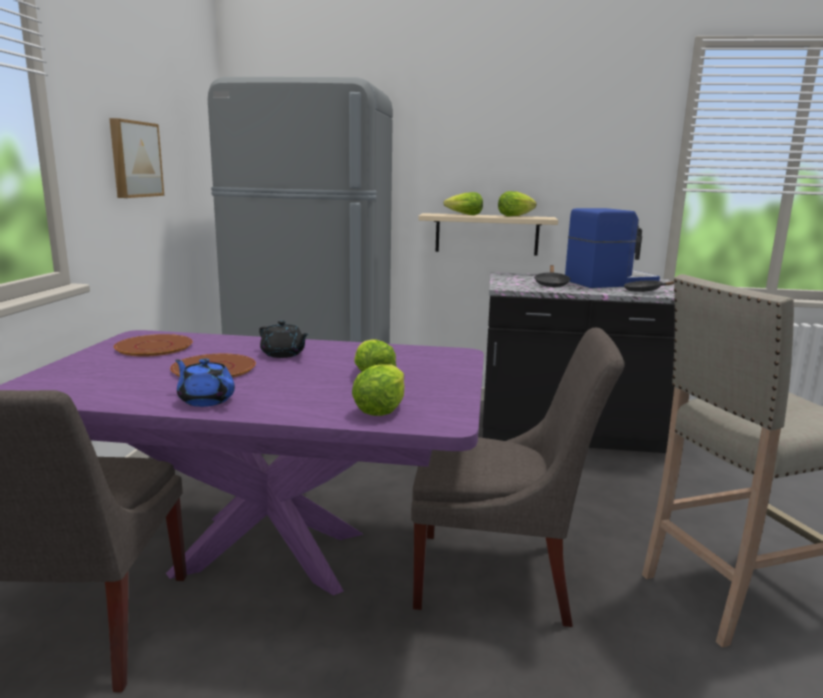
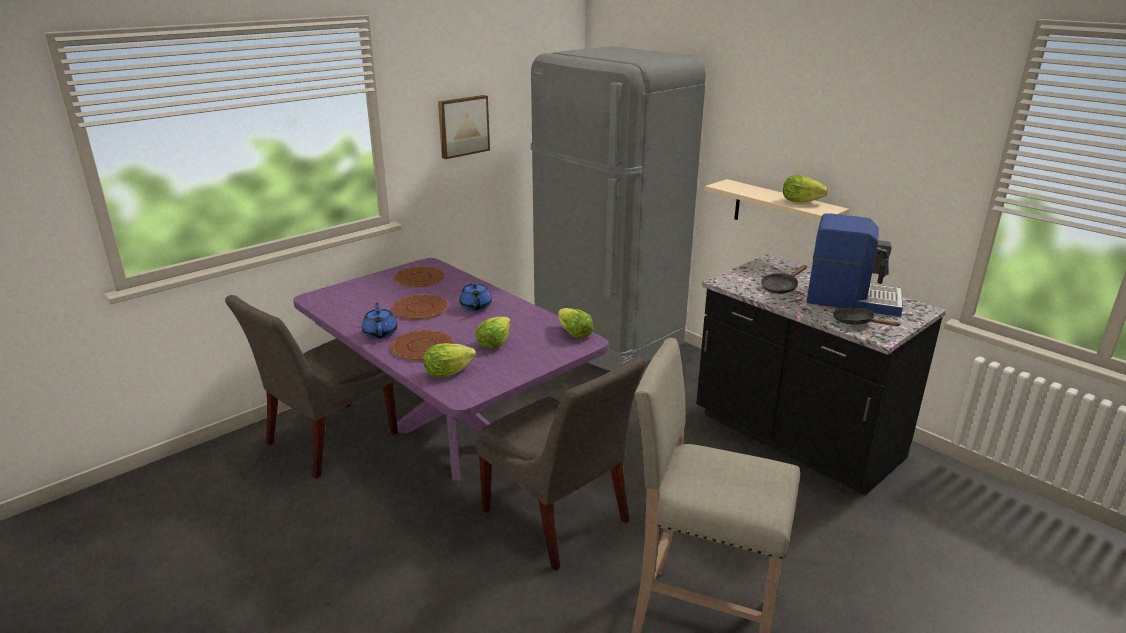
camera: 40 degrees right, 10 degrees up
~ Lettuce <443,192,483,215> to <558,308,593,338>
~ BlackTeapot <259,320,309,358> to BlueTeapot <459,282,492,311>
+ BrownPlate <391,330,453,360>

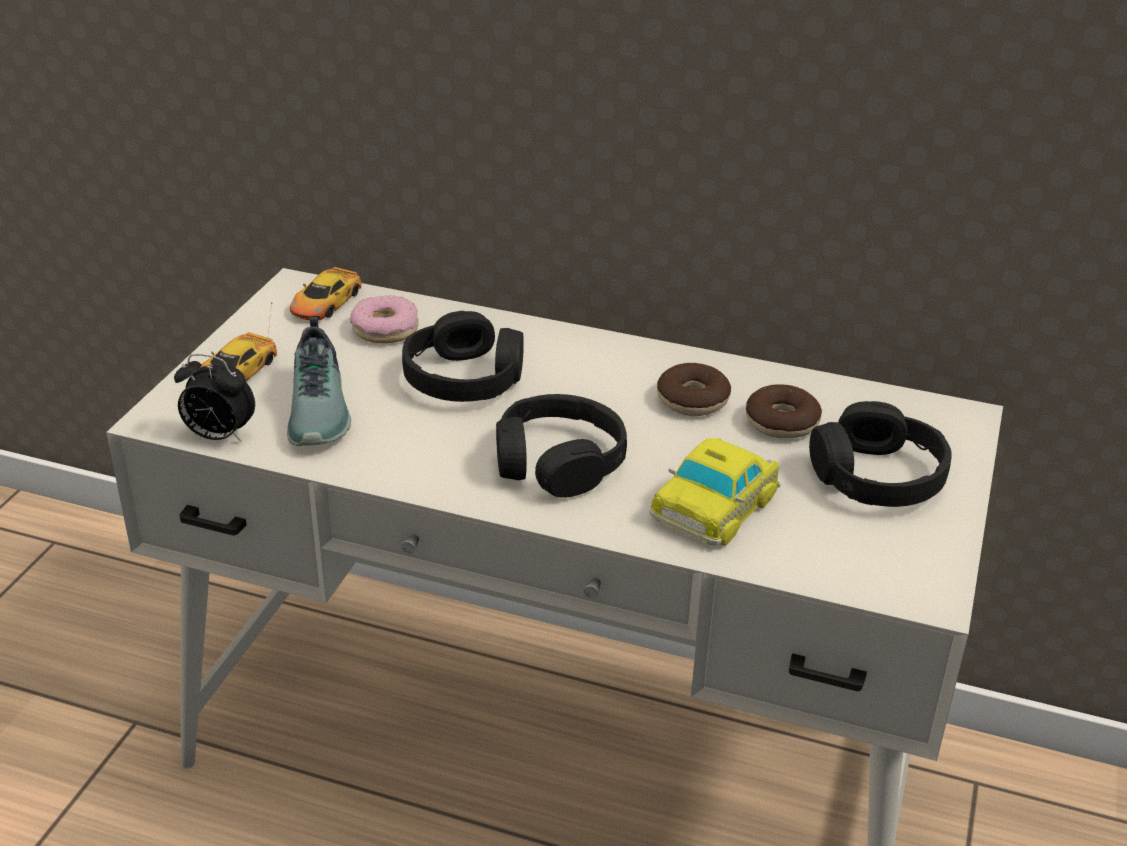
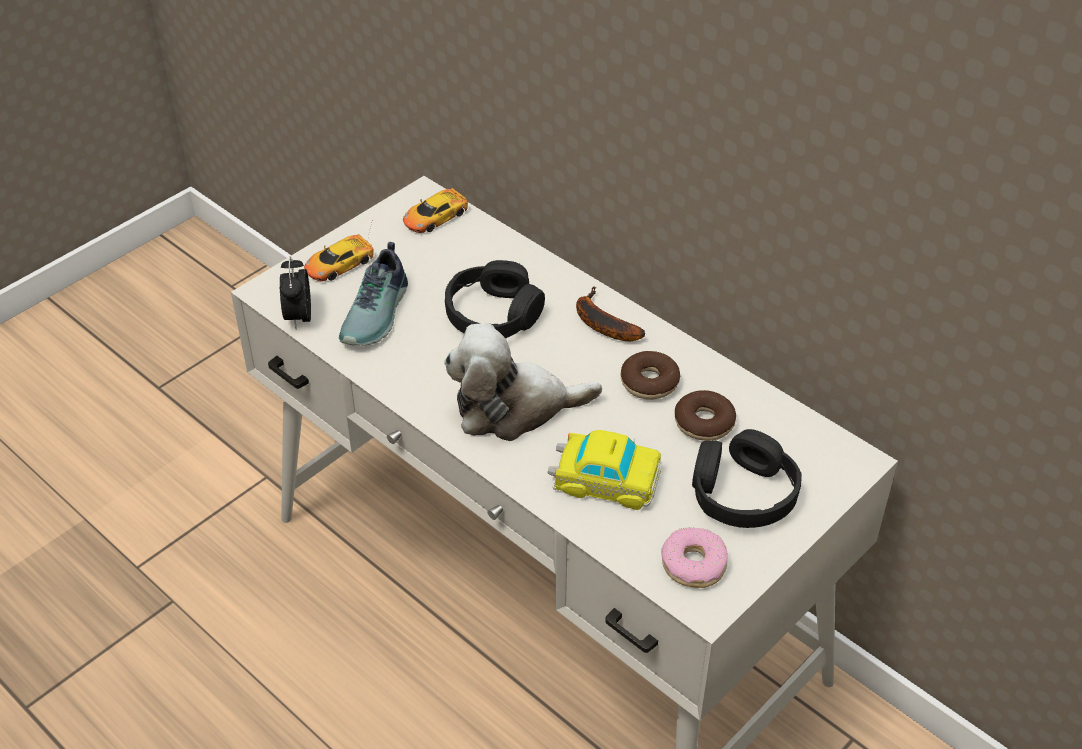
camera: 25 degrees right, 10 degrees up
~ Donut <350,295,419,343> to <661,528,728,588>
~ AlarmClock <174,354,255,442> = <280,256,311,329> 45 degrees clockwise
~ BlackHeadphones <496,394,627,498> to PlushToy <444,323,602,441>
~ ToyCar <649,437,781,546> = <548,430,662,510> 135 degrees counterclockwise
+ Banana <576,286,645,341>

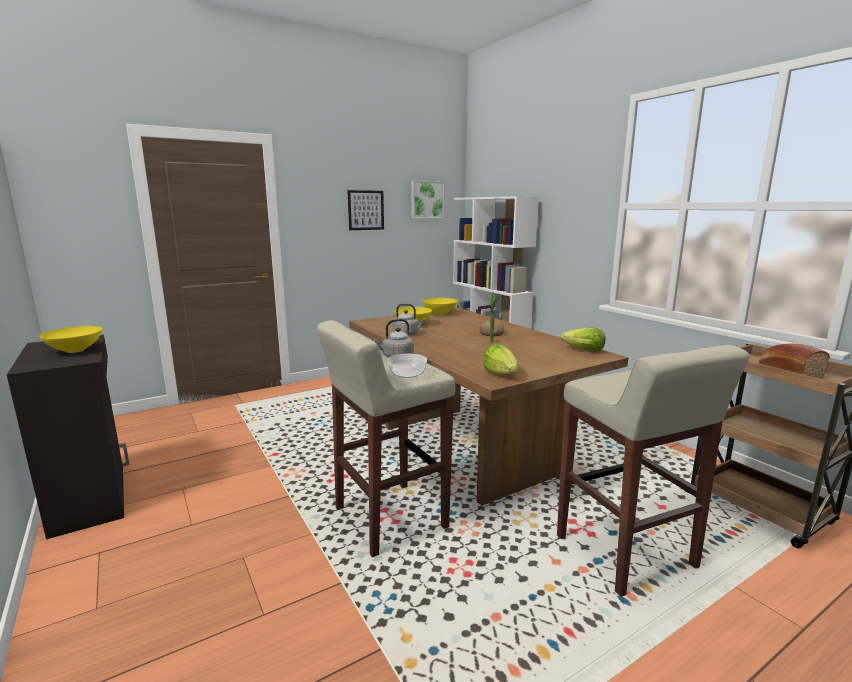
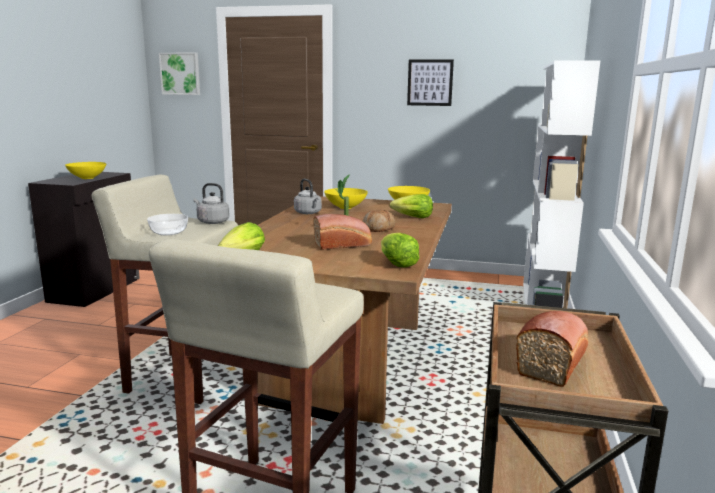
camera: 45 degrees right, 0 degrees up
~ Picture <411,181,444,219> to <159,53,200,95>
+ Lettuce <390,194,433,218>
+ Bread <313,214,372,250>

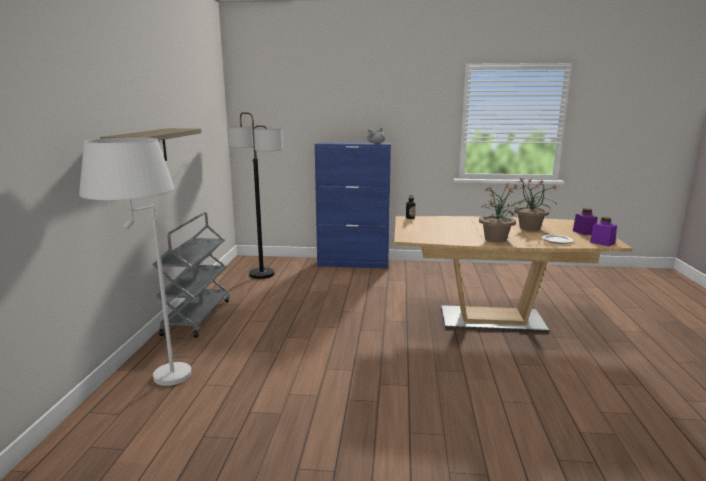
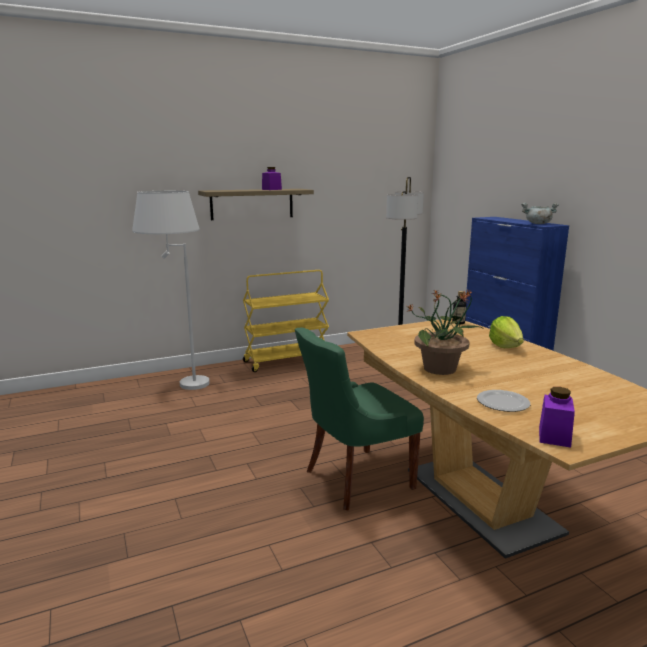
camera: 60 degrees right, 0 degrees up
- PottedPlant <511,178,557,231>
~ PurpleJar <573,208,598,235> to <262,167,282,190>
~ GreyCart <153,212,230,338> to YellowCart <243,270,329,372>
+ Lettuce <489,316,524,348>
+ GreenChair <295,328,424,510>

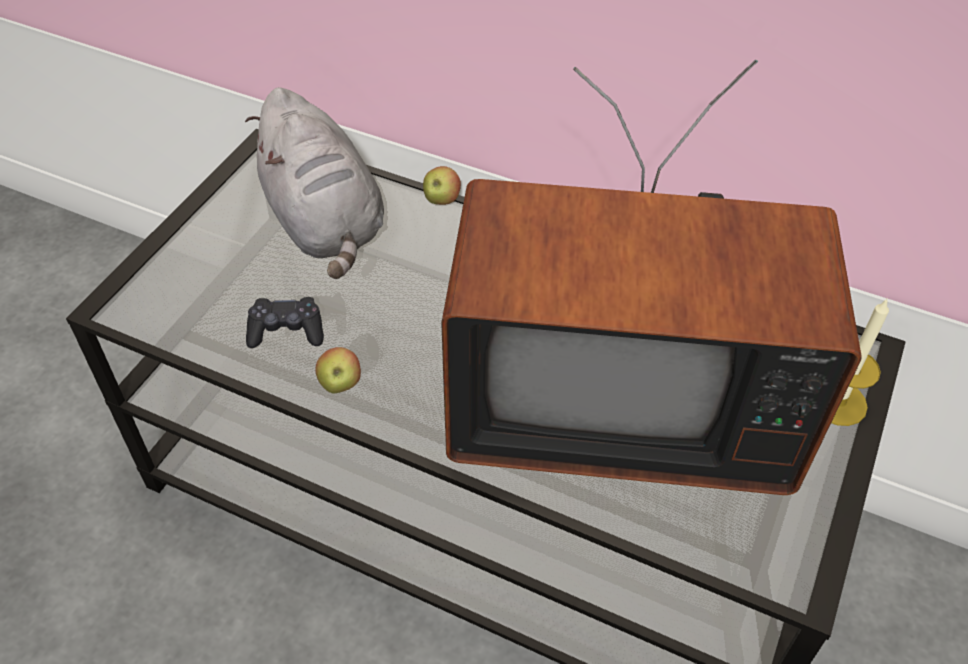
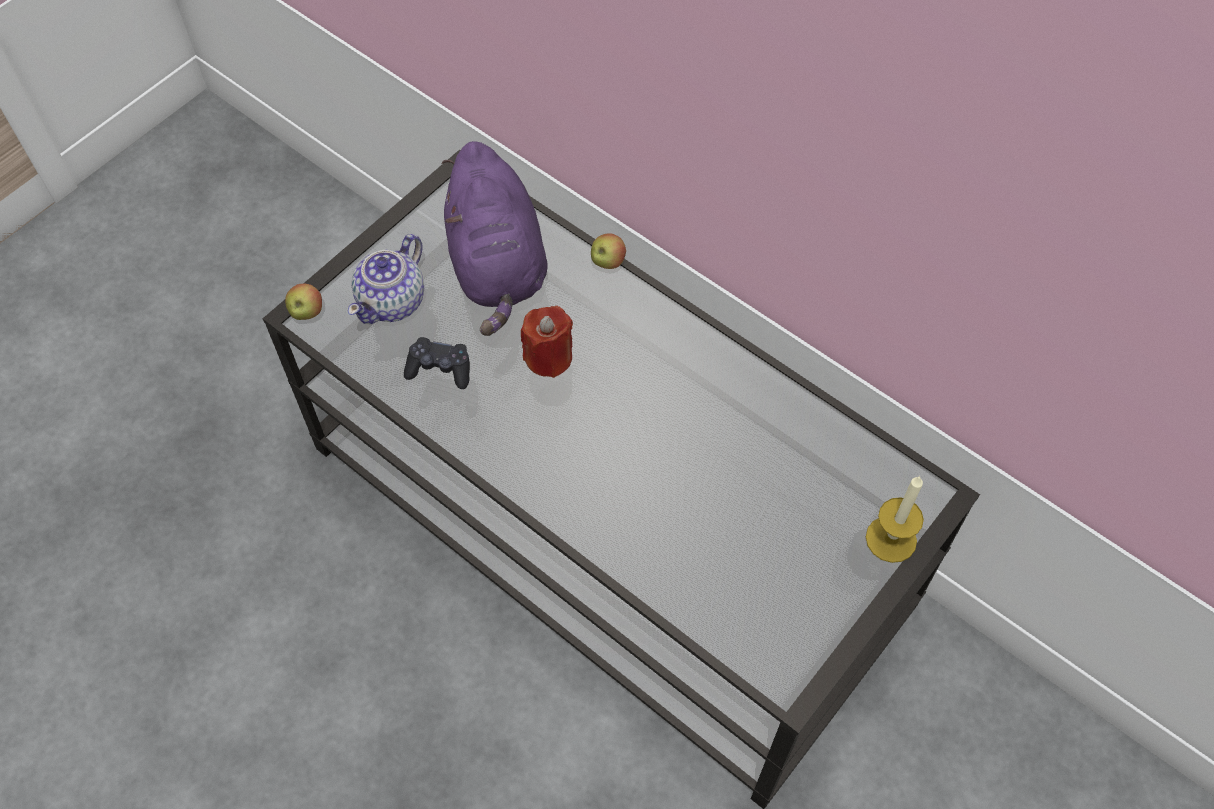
camera: 15 degrees right, 10 degrees up
- Television <441,60,862,495>
~ GreyPlushToy <245,87,384,279> to PurplePlushToy <441,141,548,336>
~ Apple <315,347,361,393> to <285,284,322,320>
+ Teapot <348,234,424,324>
+ RedCandle <521,306,573,378>

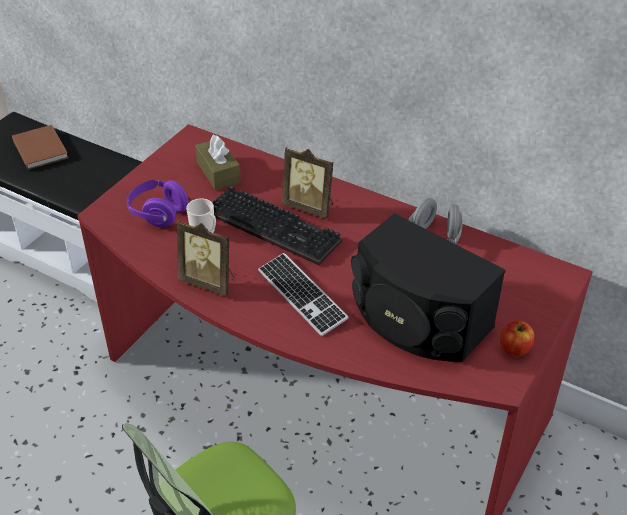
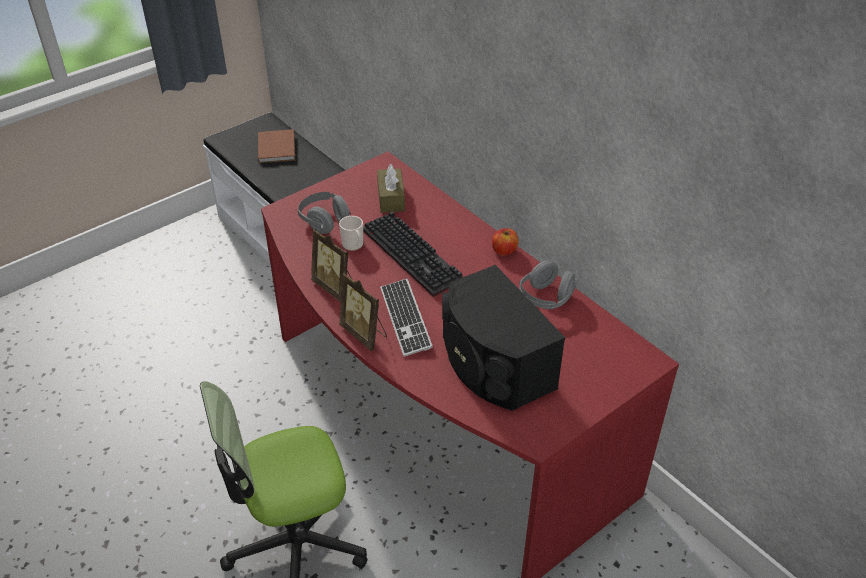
camera: 20 degrees right, 0 degrees up
~ PictureFrame <282,147,333,219> to <339,272,387,351>
~ PurpleHeadphones <127,180,190,228> to GreyHeadphones <298,192,351,234>
~ Apple <500,320,534,357> to <492,228,519,255>

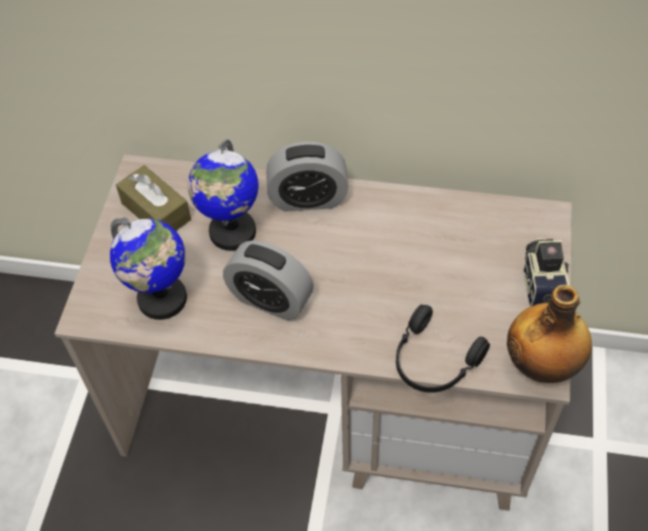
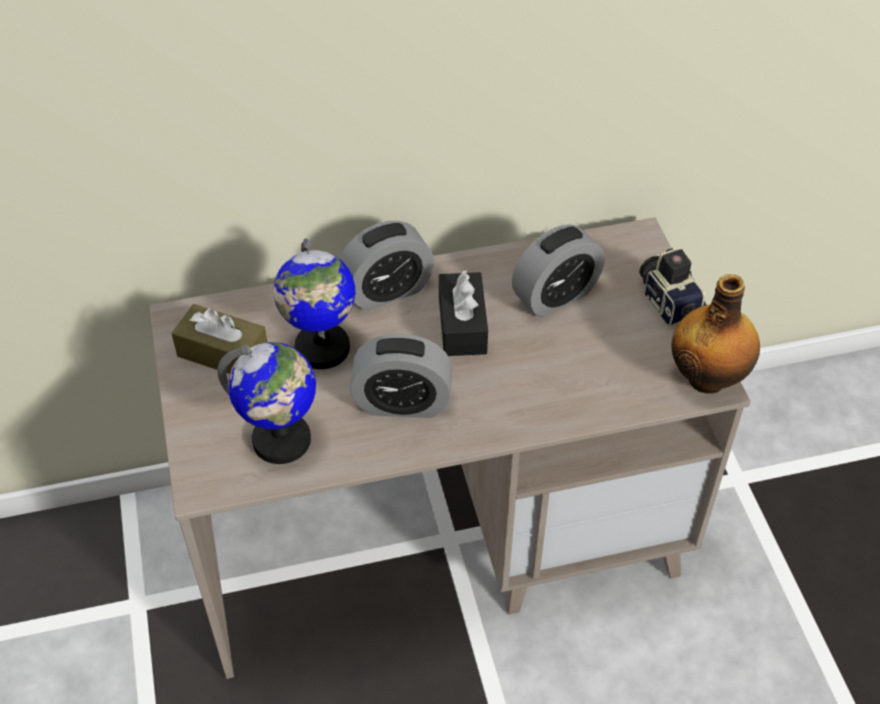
camera: 25 degrees left, 5 degrees down
- BlackHeadphones <396,304,490,393>
+ AlarmClock <512,224,605,317>
+ BlackTissueBox <439,270,488,356>

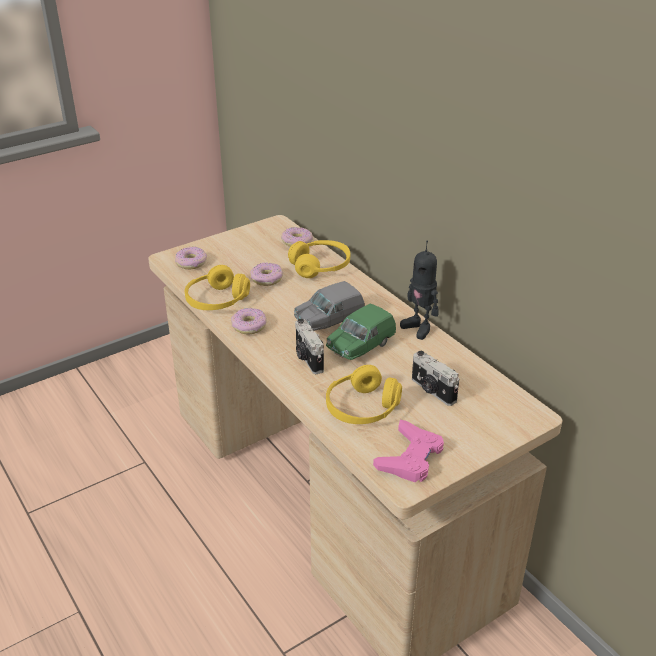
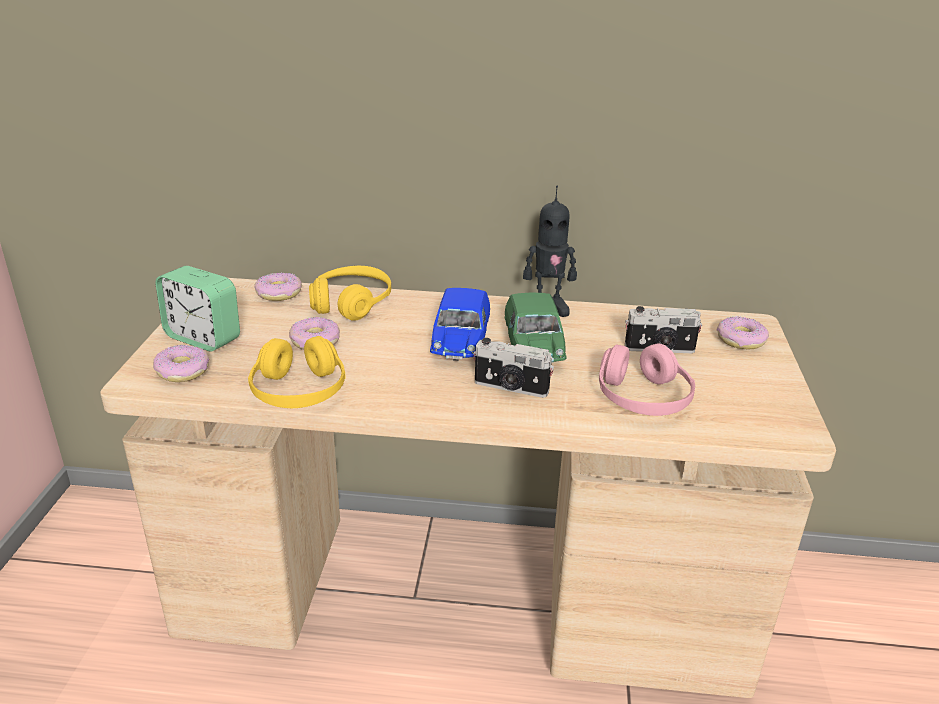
camera: 50 degrees left, 5 degrees down
~ GreyToyCar <294,281,365,331> to BlueToyCar <430,288,490,361>
~ Donut <231,308,267,335> to <717,316,769,350>
~ YellowHeadphones <326,365,402,424> to PinkHeadphones <599,343,695,416>
- PinkGameController <373,420,444,482>
+ AlarmClock <155,266,240,351>

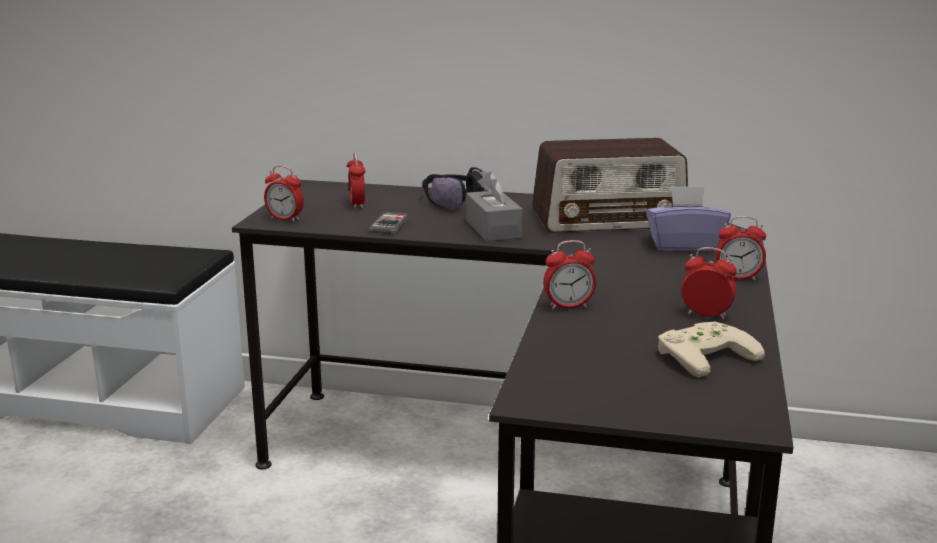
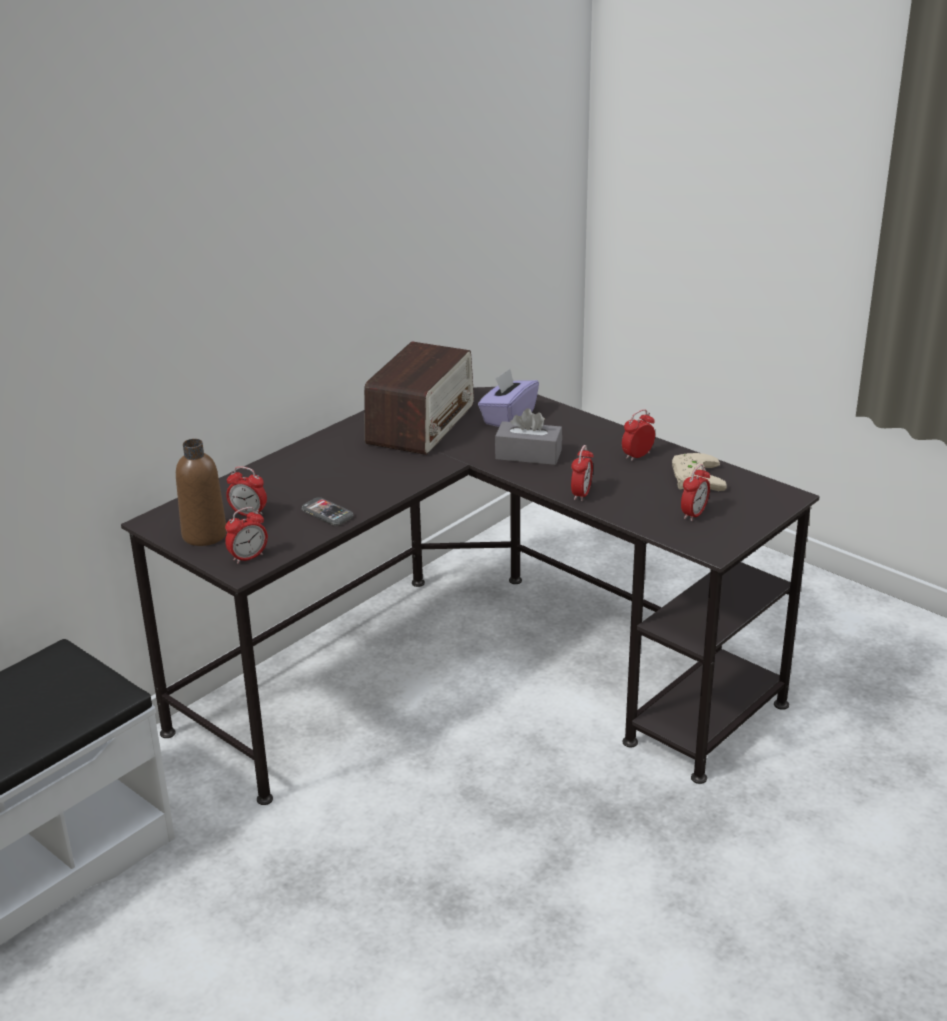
camera: 60 degrees left, 10 degrees up
- Headphones <422,167,487,210>
~ GreyTissueBox <466,172,523,241> to <495,408,562,465>
~ AlarmClock <715,216,766,280> to <681,464,710,521>
+ BrownBottle <176,439,227,546>

